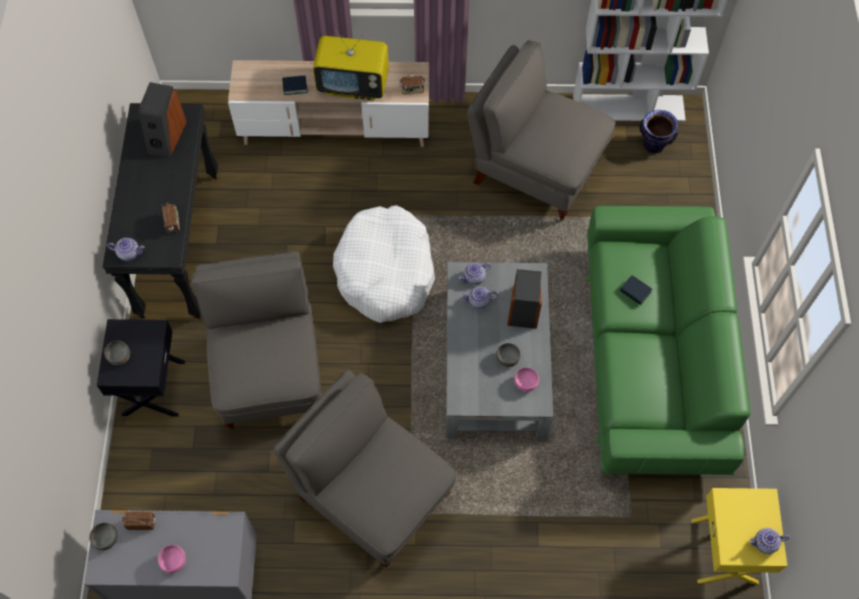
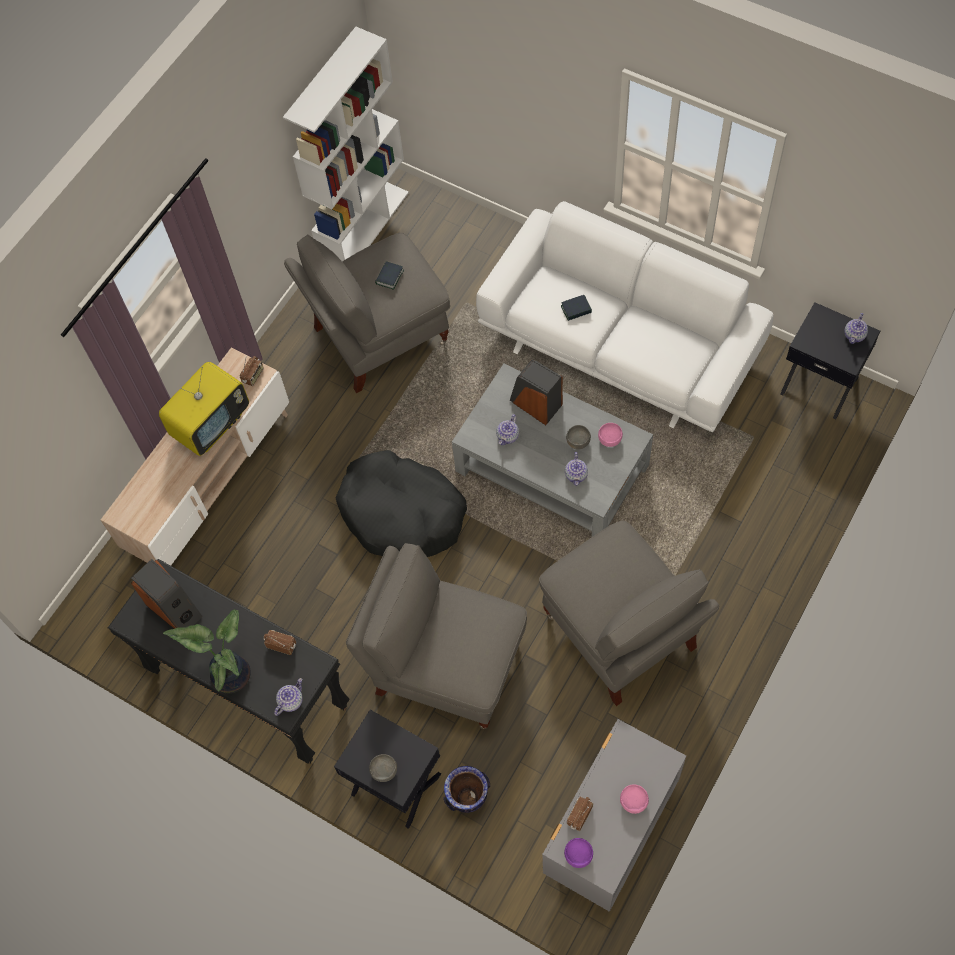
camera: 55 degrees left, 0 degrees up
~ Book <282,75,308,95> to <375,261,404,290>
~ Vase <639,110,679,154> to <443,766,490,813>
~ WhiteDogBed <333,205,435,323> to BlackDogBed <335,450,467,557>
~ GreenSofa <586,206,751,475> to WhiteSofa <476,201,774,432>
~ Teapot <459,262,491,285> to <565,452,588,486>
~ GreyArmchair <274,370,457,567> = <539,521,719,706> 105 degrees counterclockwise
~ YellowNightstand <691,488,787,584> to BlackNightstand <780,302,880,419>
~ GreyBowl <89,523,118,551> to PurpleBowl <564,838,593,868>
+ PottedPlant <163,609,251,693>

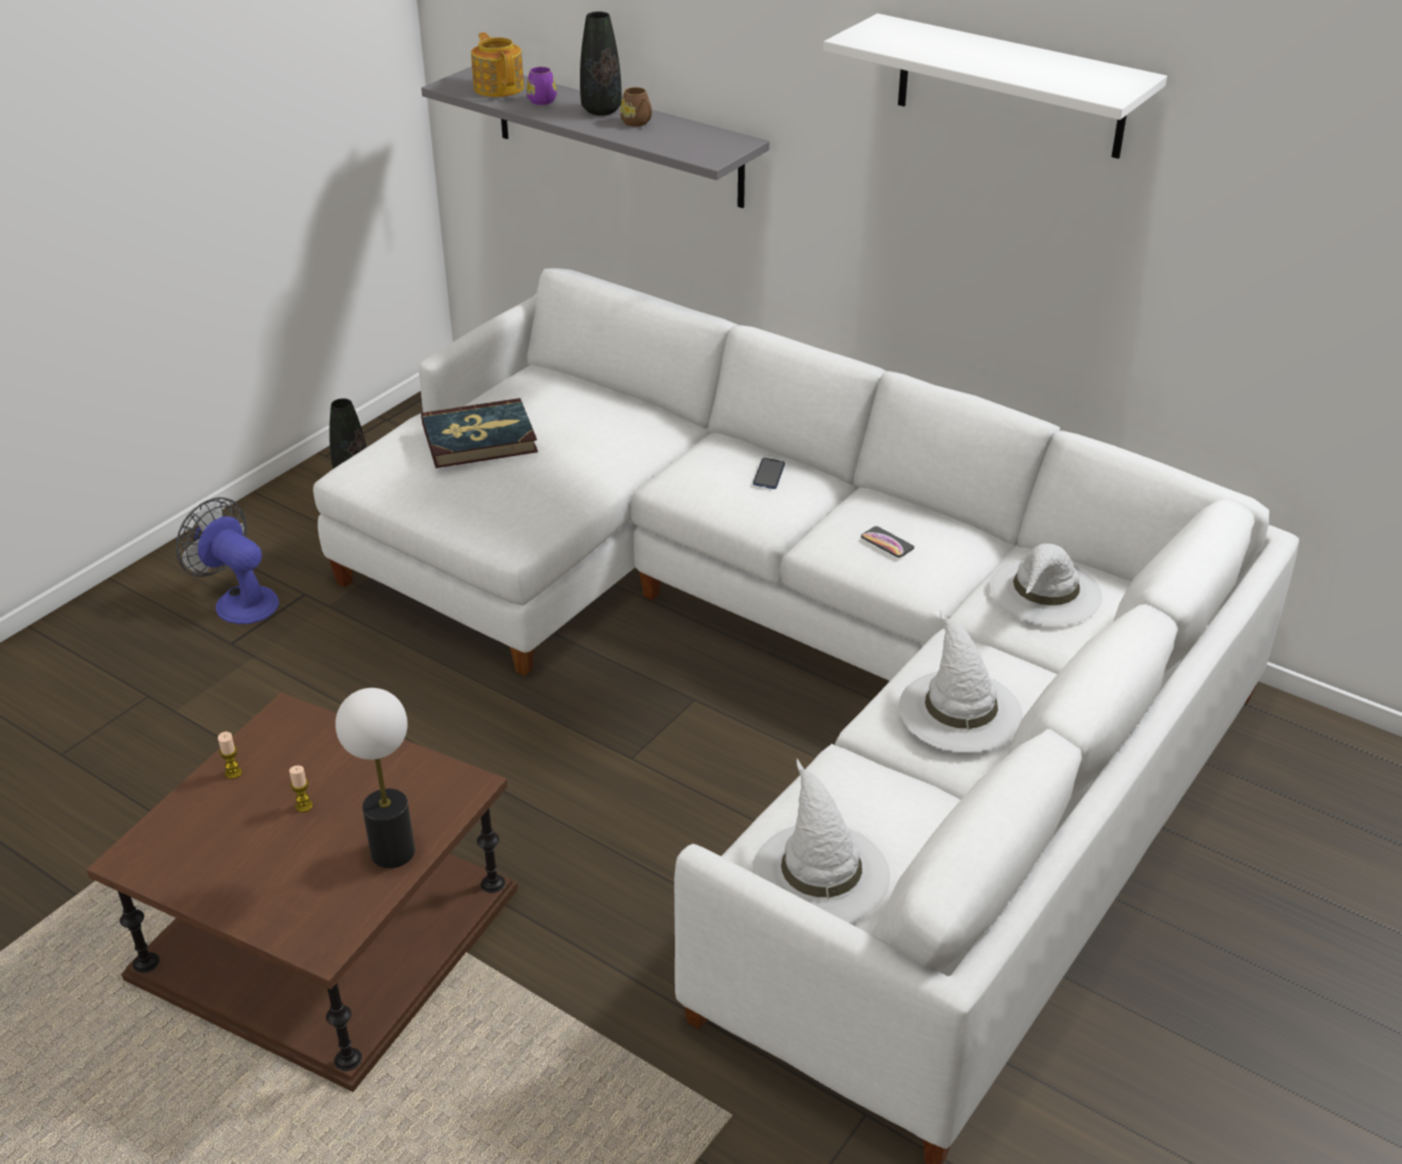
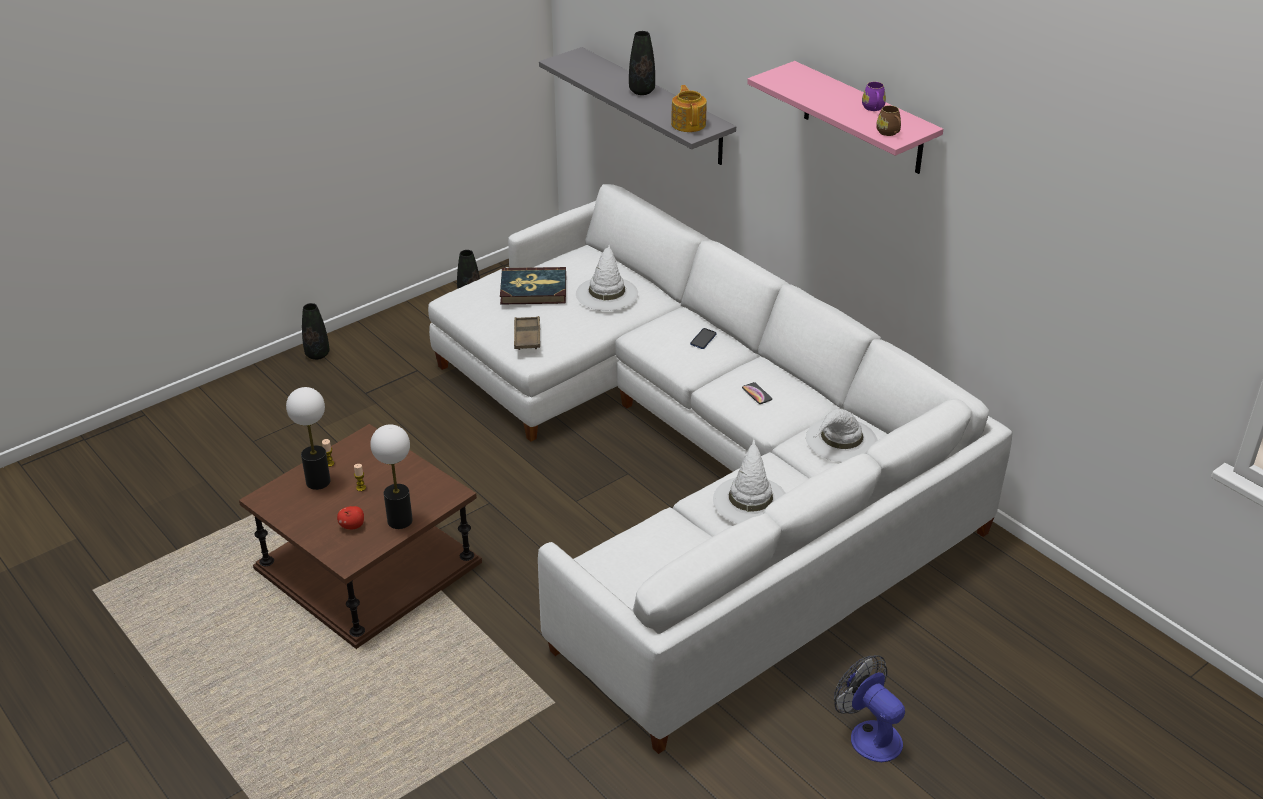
camera: 15 degrees right, 0 degrees up
~ WhiteShelf <823,13,1167,159> to PinkShelf <747,61,943,174>
~ Teapot <471,32,524,97> to <671,85,707,132>
~ PurpleMug <526,67,557,105> to <862,81,886,111>
~ BrownMug <620,87,652,127> to <876,105,901,136>
~ Fan <176,497,279,624> to <834,655,905,762>
~ WhiteHat <753,758,890,922> to <576,245,638,311>
+ BlackVase <302,303,329,360>
+ BrownTray <514,316,540,350>
+ TableLamp <286,387,331,490>
+ Apple <337,506,364,530>

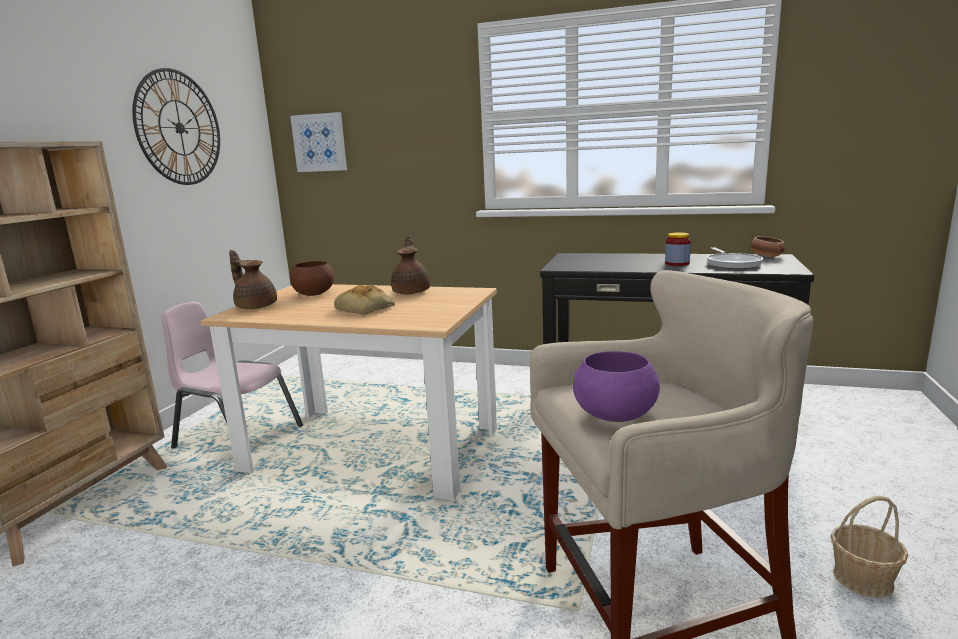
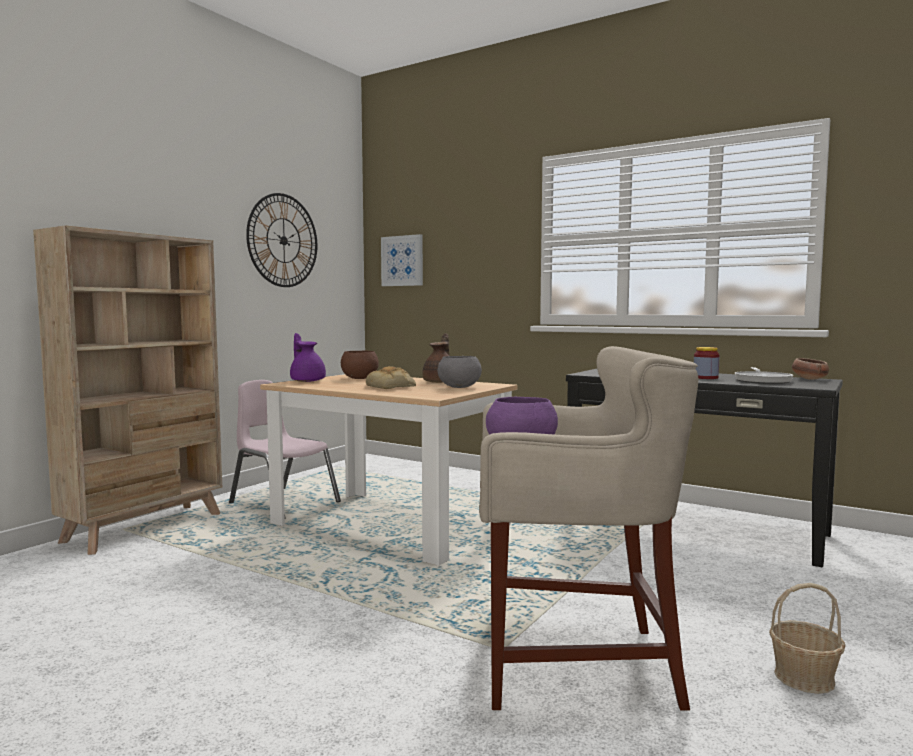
camera: 15 degrees right, 10 degrees down
~ BrownTeapot <229,250,277,309> to PurpleTeapot <290,333,326,382>
+ GreyBowl <437,356,482,388>

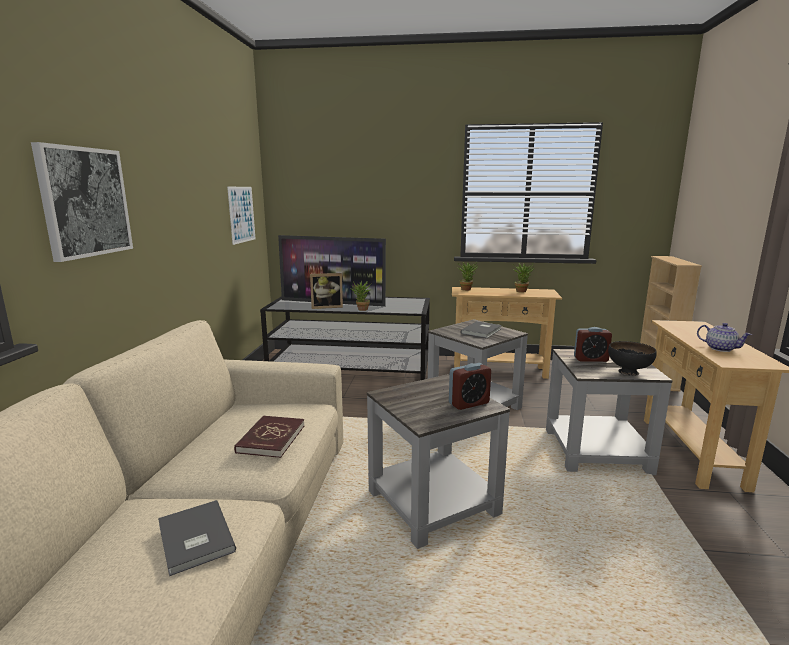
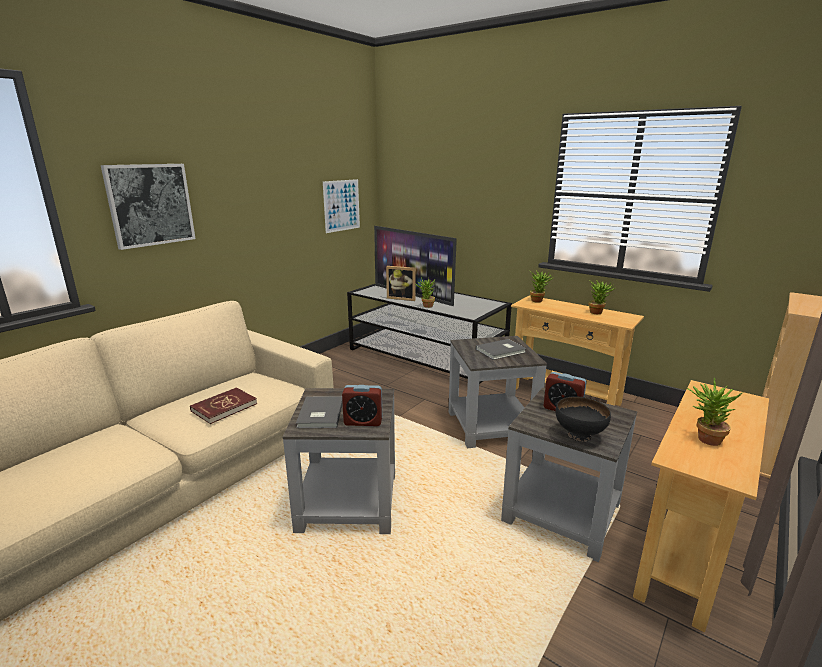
camera: 30 degrees right, 5 degrees up
~ Teapot <697,323,752,352> to PottedPlant <687,378,744,446>
~ GreyBook <158,500,236,576> to <296,396,343,428>

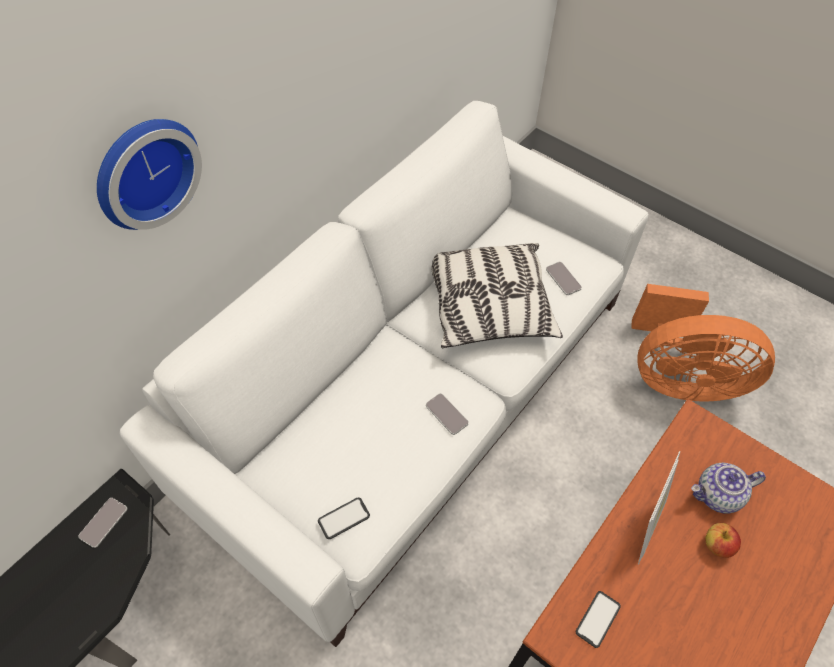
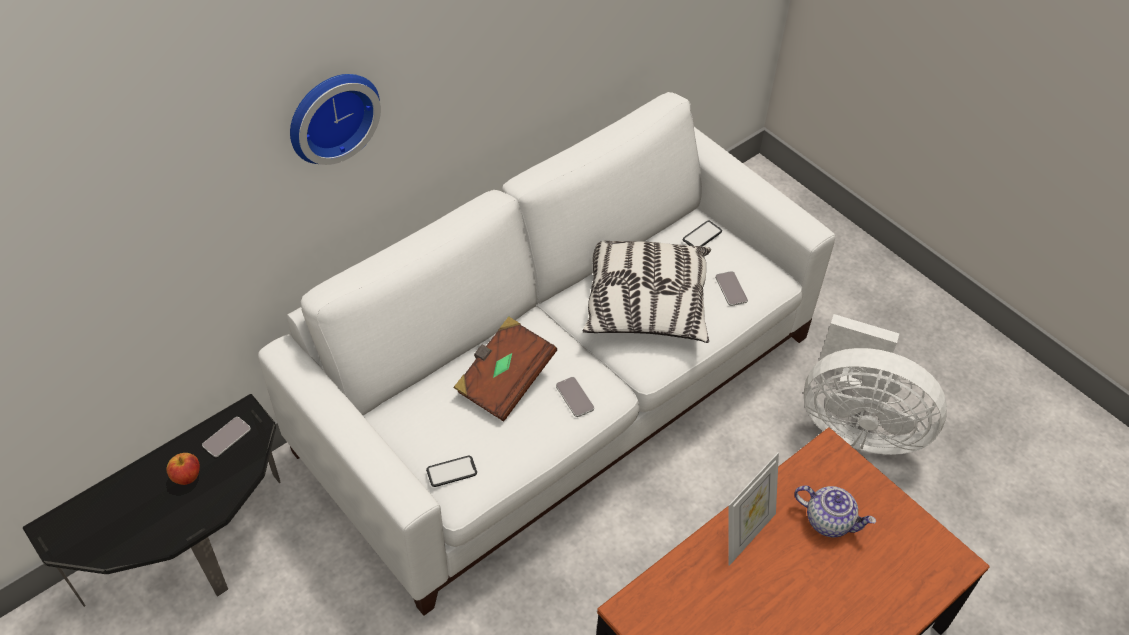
camera: 10 degrees right, 5 degrees down
~ OrangeFan <632,284,775,402> to WhiteFan <804,314,947,455>
~ Teapot <691,463,766,514> = <794,486,876,537> 150 degrees counterclockwise
~ Apple <705,523,741,558> to <167,453,200,485>
~ Phone <576,591,621,648> to <683,221,722,246>
+ BrownBook <453,316,557,422>

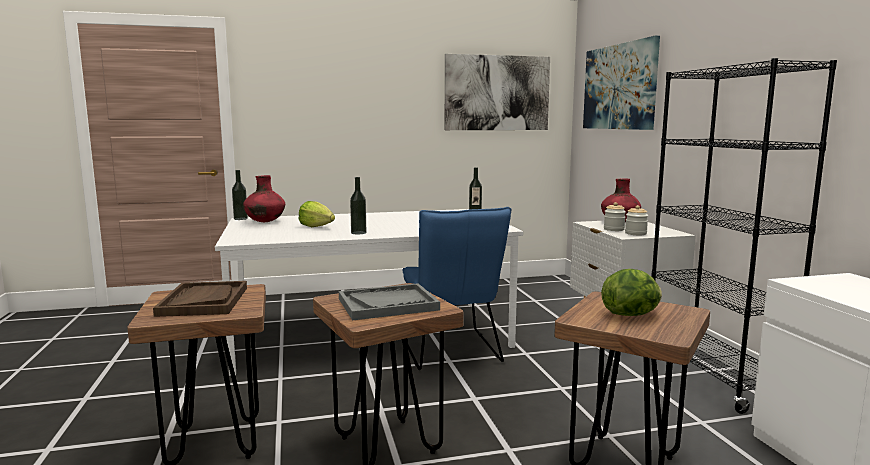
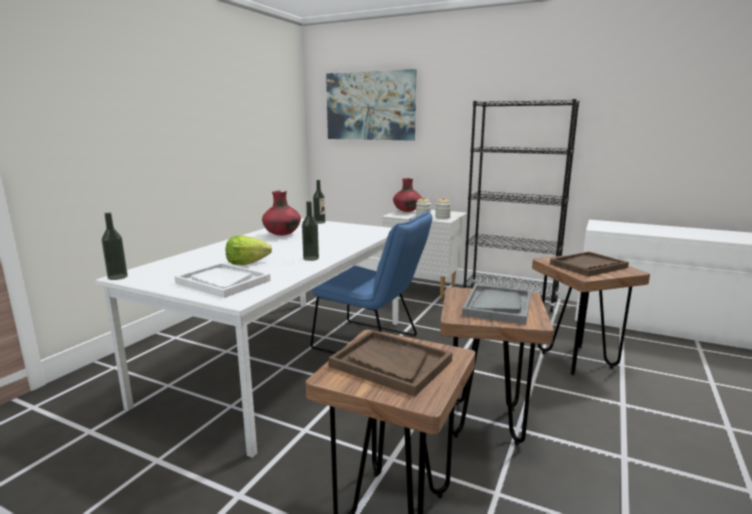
camera: 50 degrees left, 5 degrees up
- Picture <445,54,550,130>
~ RedVase <243,175,285,222> to <262,191,301,236>
~ Lettuce <601,269,662,316> to BrownTray <550,252,629,277>
+ WhiteTray <174,263,271,298>

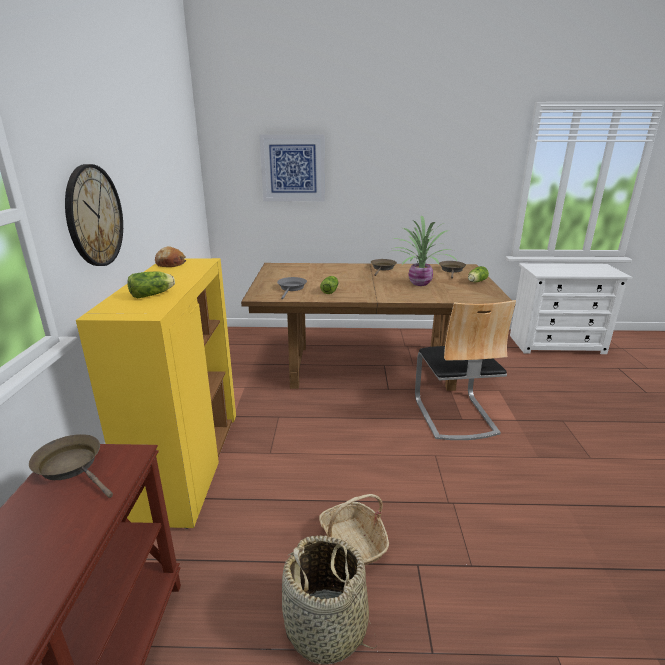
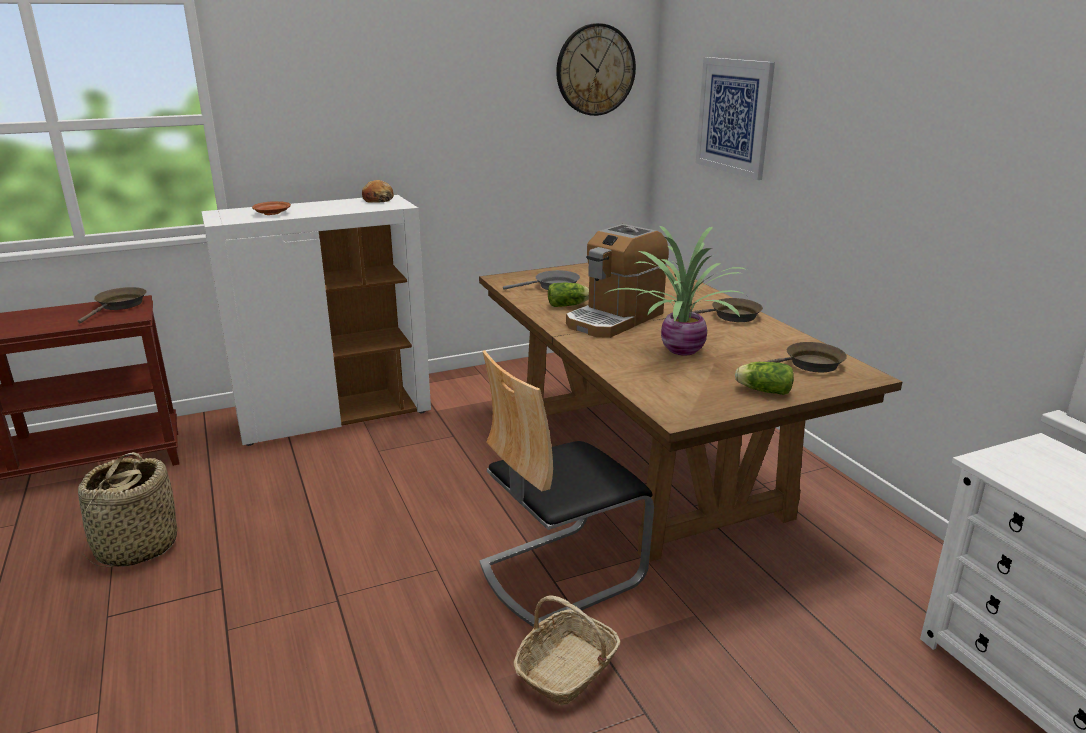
camera: 65 degrees right, 0 degrees up
~ WallClock <65,164,123,266> to <556,23,636,116>
~ YellowCabinet <76,258,236,529> to WhiteCabinet <201,195,431,446>
~ Lettuce <127,271,175,298> to BrownPlate <252,201,291,215>
~ Basket <319,494,389,566> to <513,595,620,705>
+ CoffeeMachine <566,224,669,338>

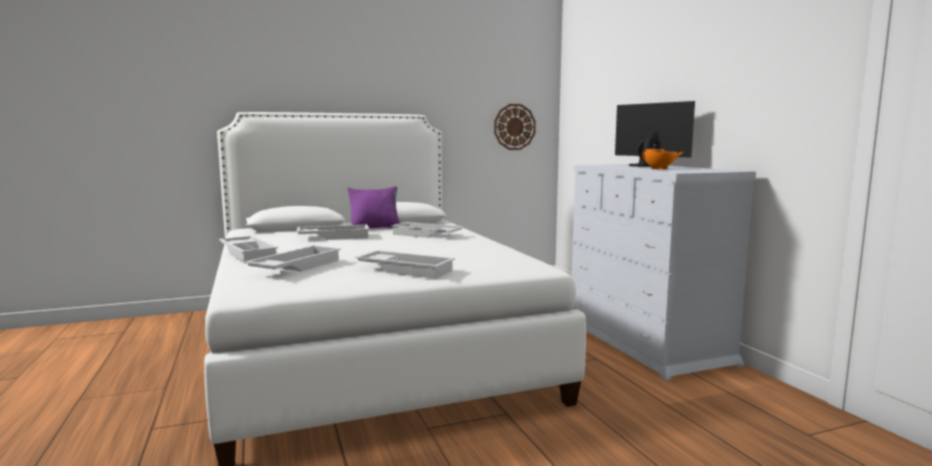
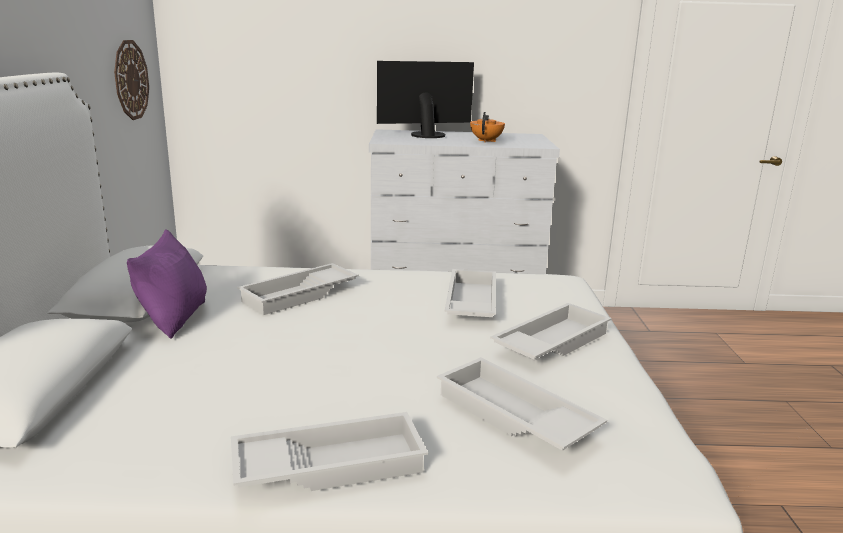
camera: 70 degrees left, 10 degrees up
~ WhiteTray <297,225,370,240> to <445,269,496,317>

